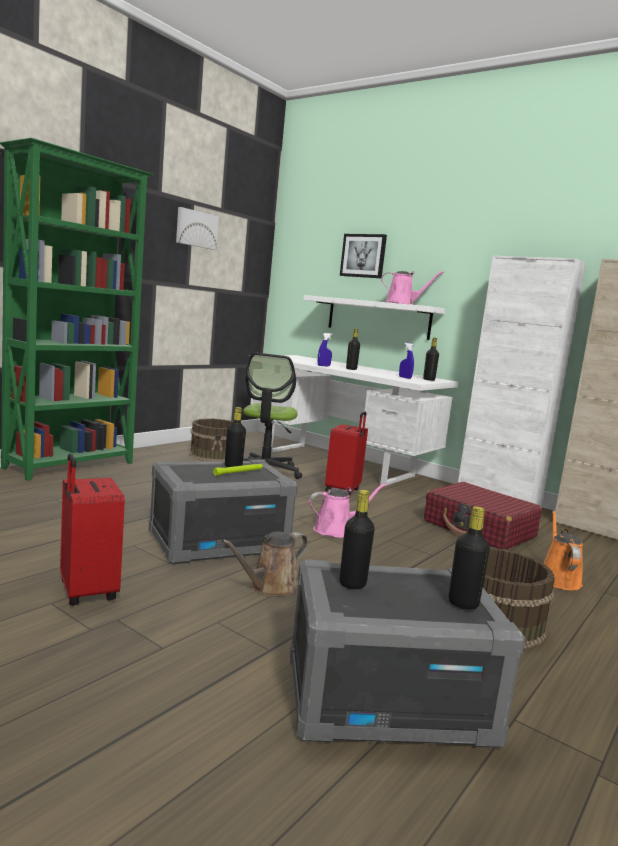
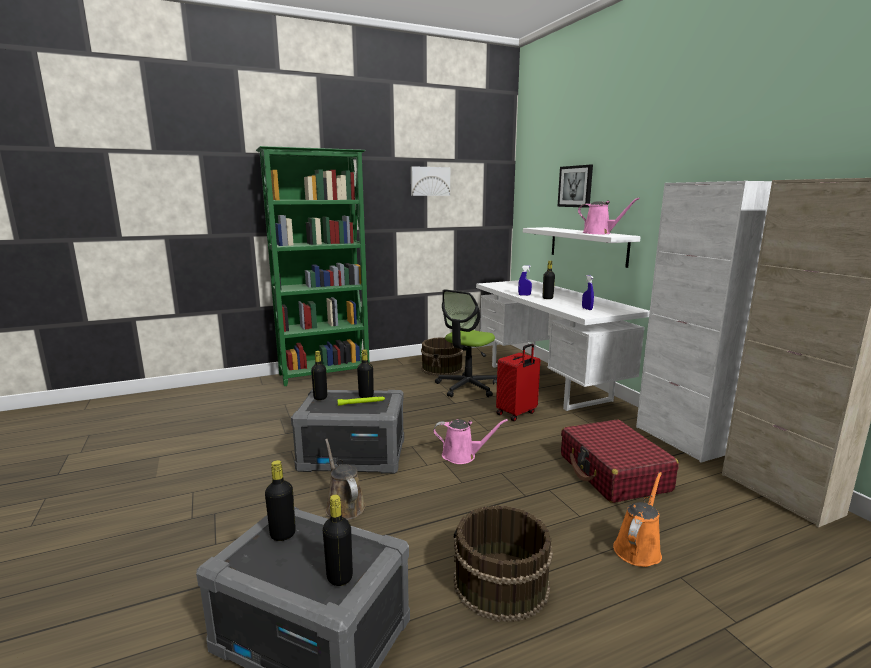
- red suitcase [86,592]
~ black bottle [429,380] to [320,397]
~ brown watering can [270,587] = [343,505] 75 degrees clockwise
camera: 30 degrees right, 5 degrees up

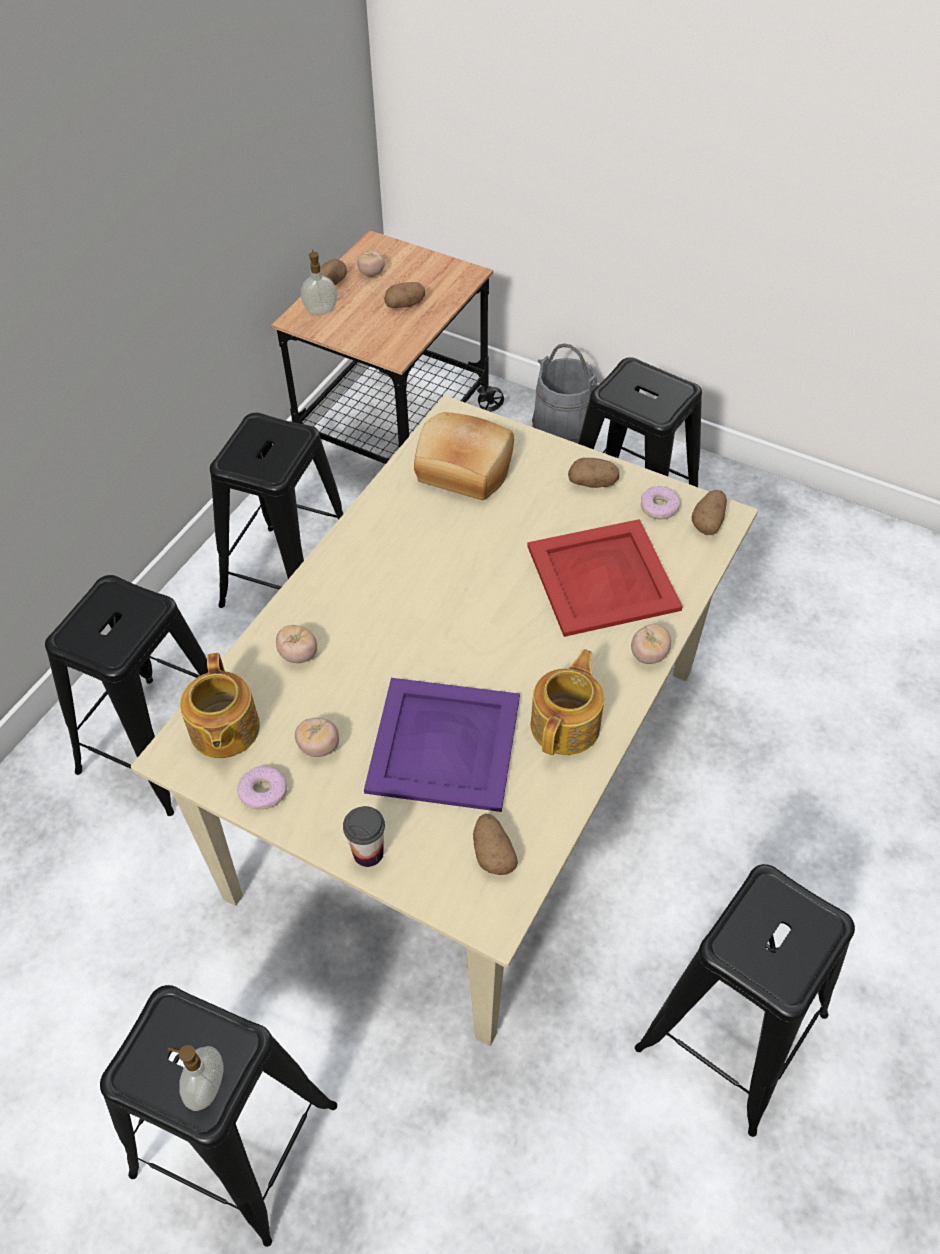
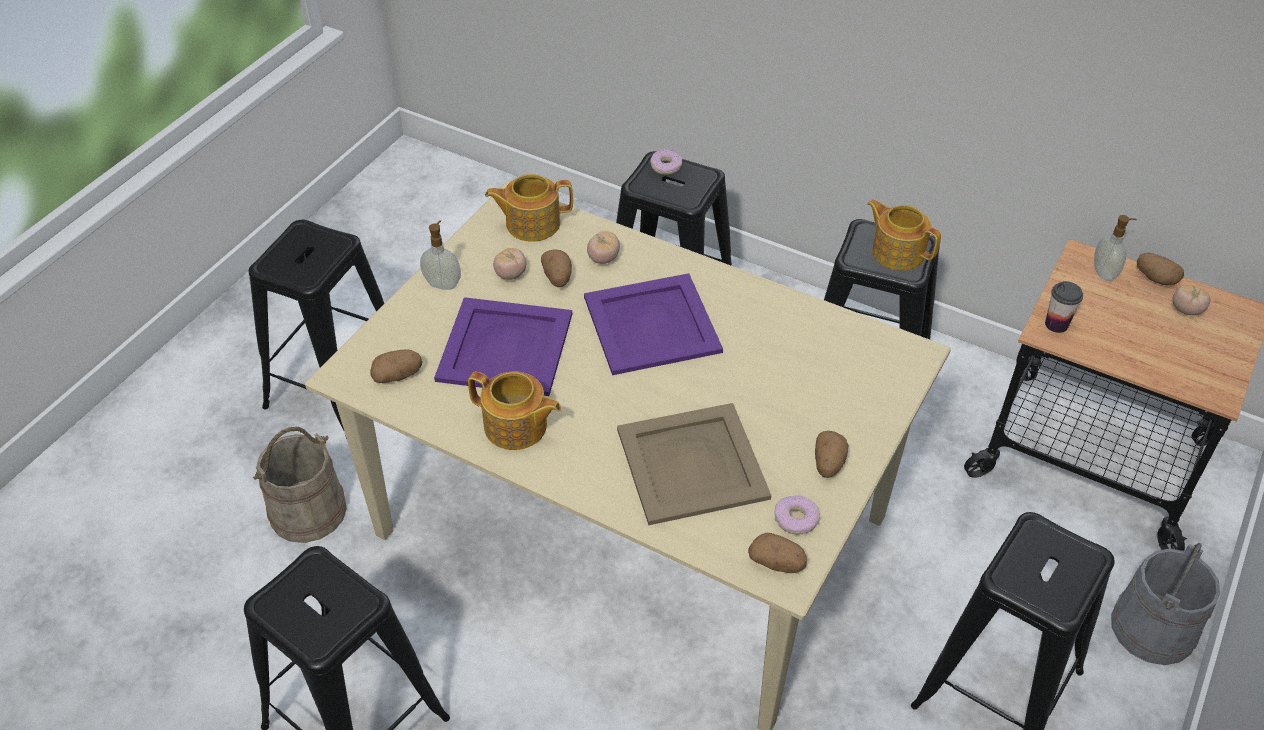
- bread [463,471]
- tomato [649,655]
+ beige bucket [307,511]
+ purple tray [653,325]
+ teapot [897,252]
~ soap dispenser [206,1087] to [443,283]
~ donut [263,791] to [666,166]
~ cup [368,853] to [1056,324]
~ potato [405,304] to [557,278]
~ red tray [602,579] to beige tray [690,463]
camera: 90 degrees right, 5 degrees down

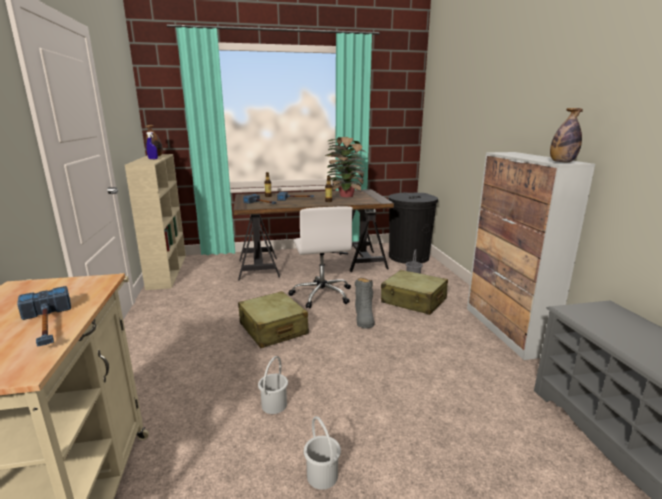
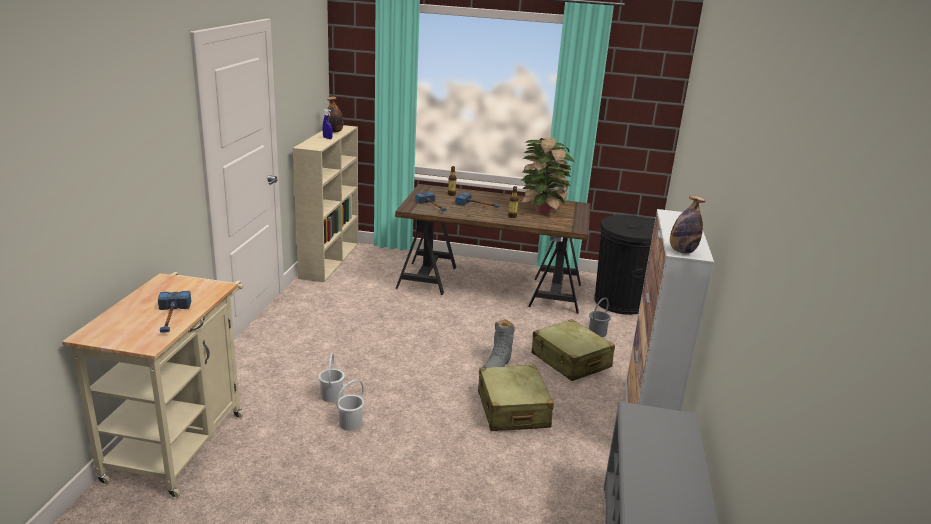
- white office chair [322,295]
~ beige suitcase [273,329] to [512,410]
~ white bucket [322,476] to [331,395]
camera: 20 degrees right, 5 degrees up

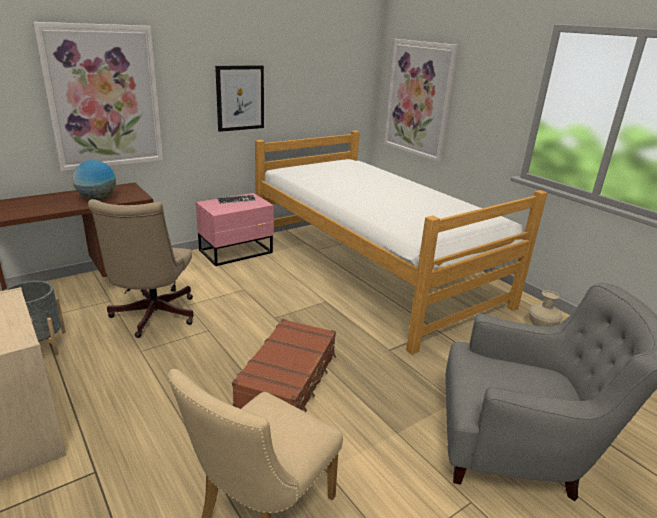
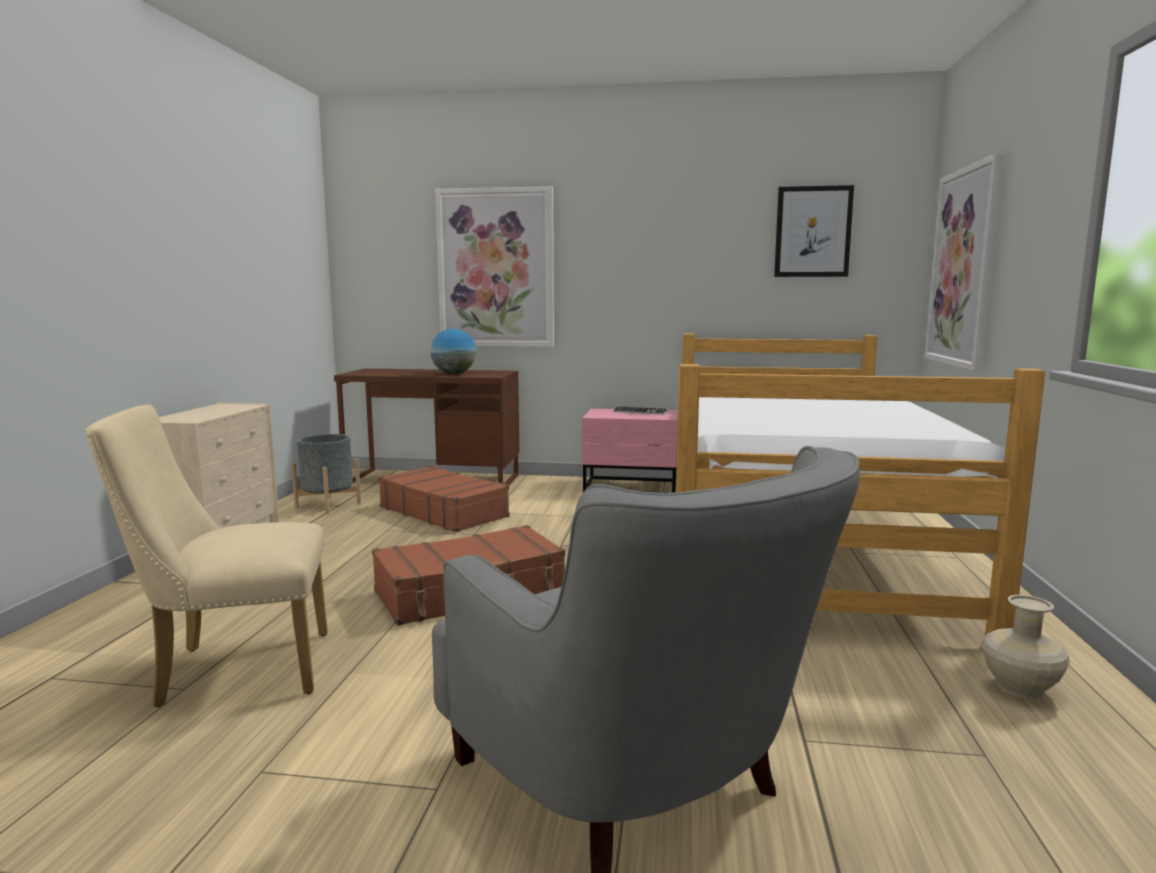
~ picture [240,98] to [813,232]
~ beige office chair [152,317] to brown suitcase [444,512]
camera: 45 degrees right, 15 degrees down

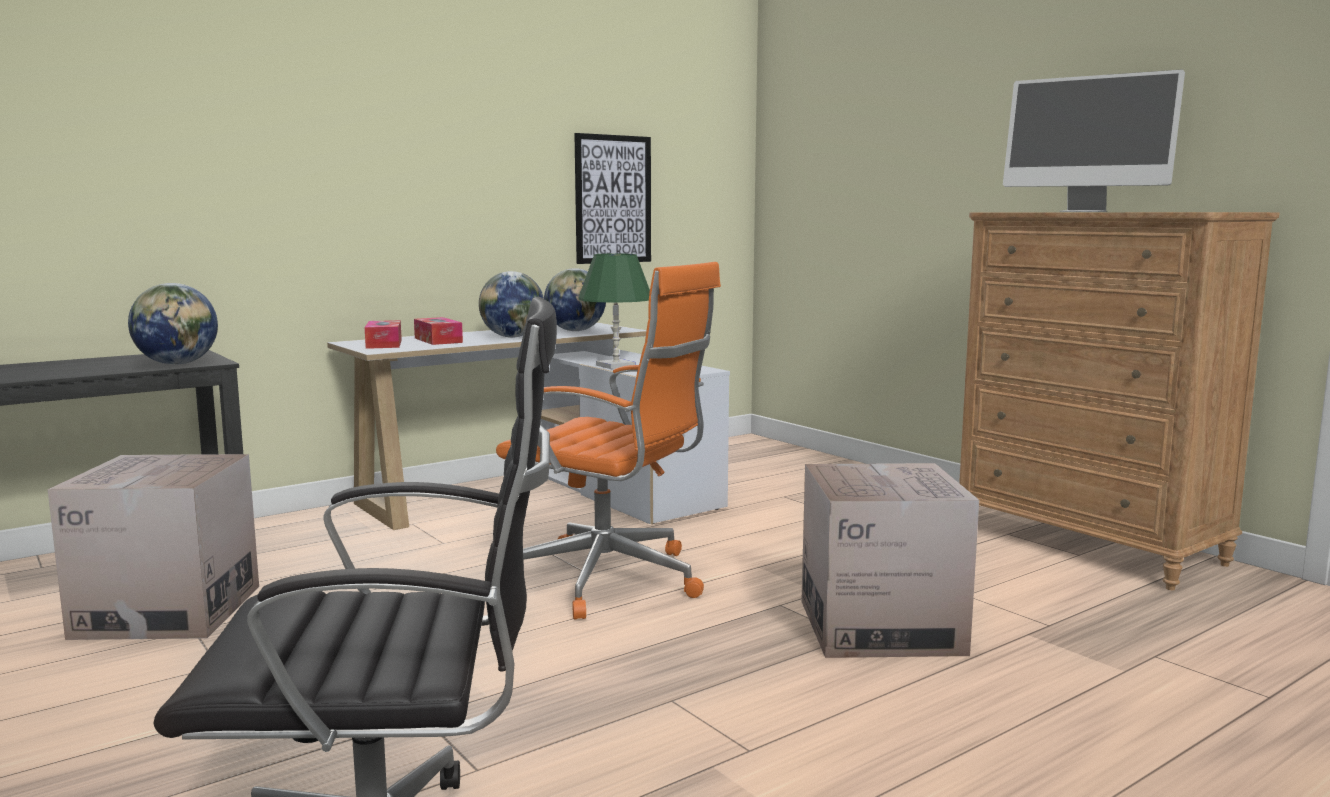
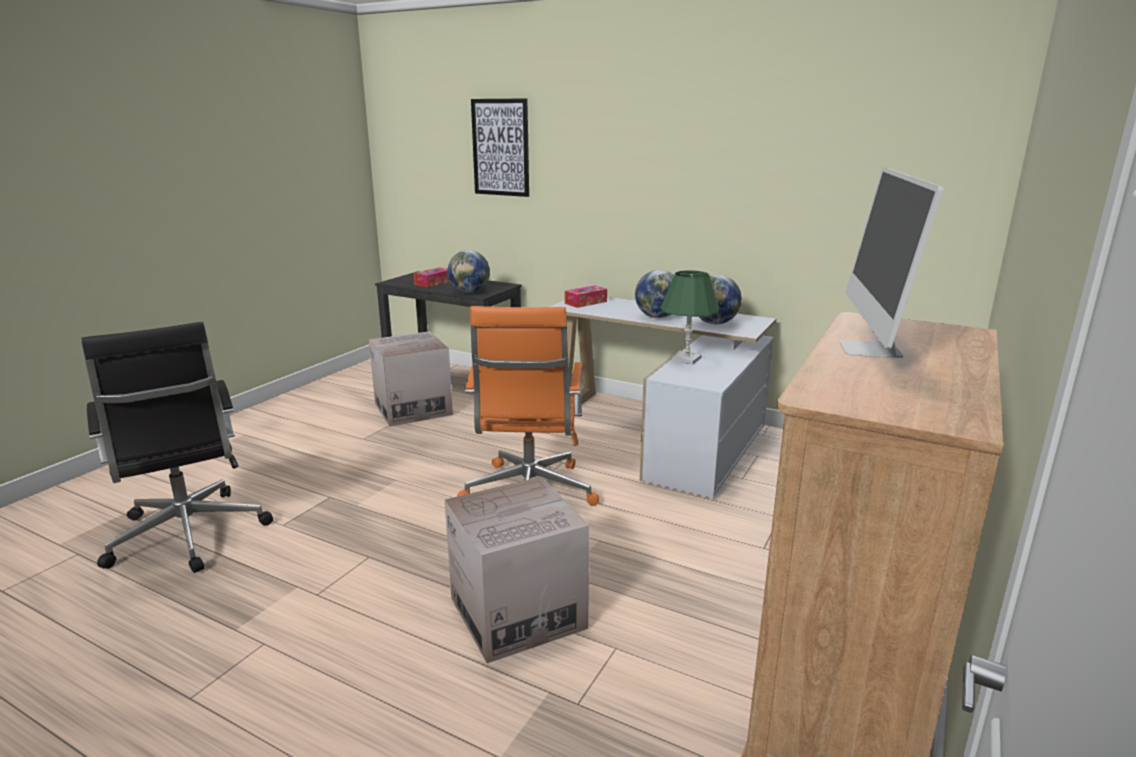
~ tissue box [438,340] to [433,283]
~ picture [613,199] to [500,147]
camera: 65 degrees right, 10 degrees up

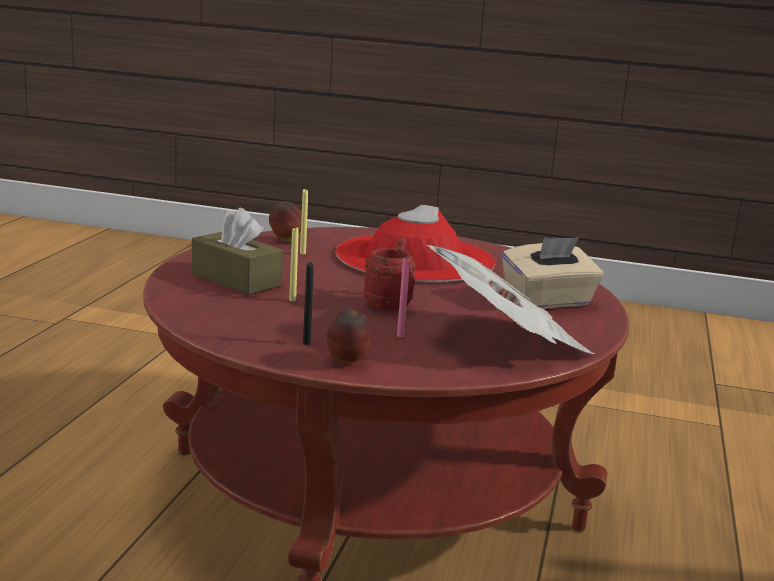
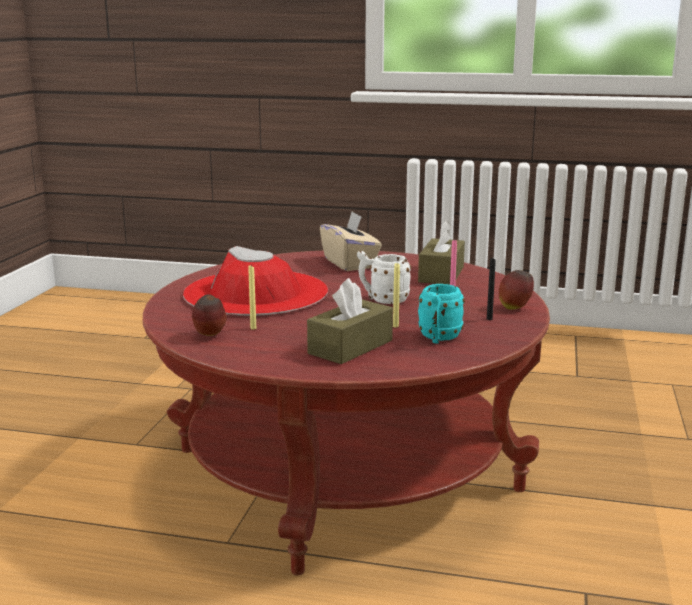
+ turquoise mug [438,338]
~ newspaper [507,342] to brown tissue box [441,274]
~ red mug [390,303] to white mug [383,300]
camera: 90 degrees left, 0 degrees up

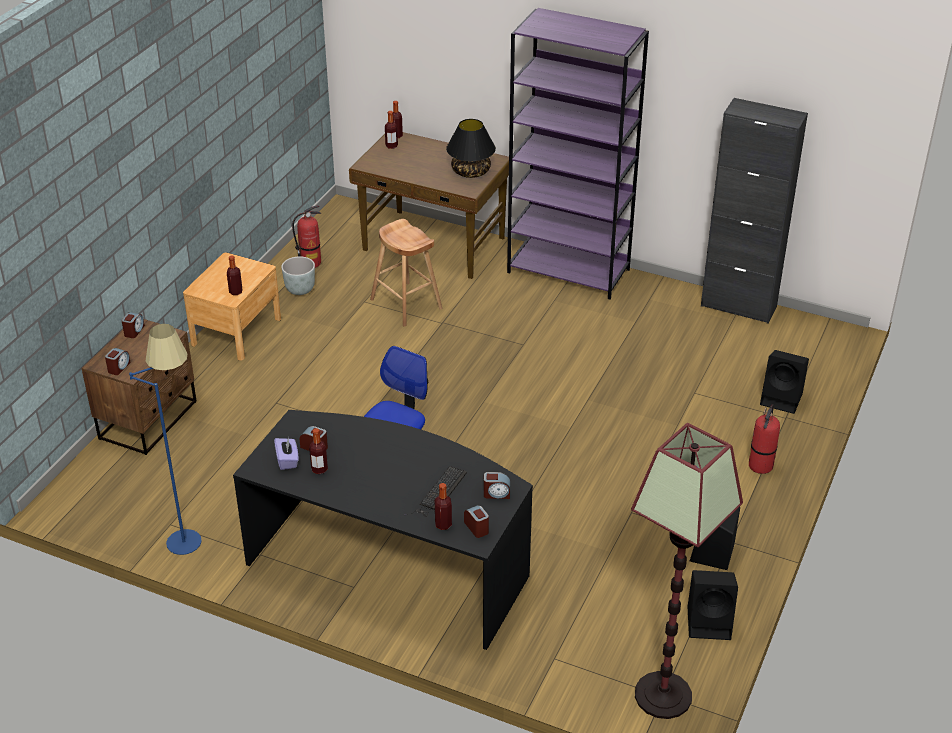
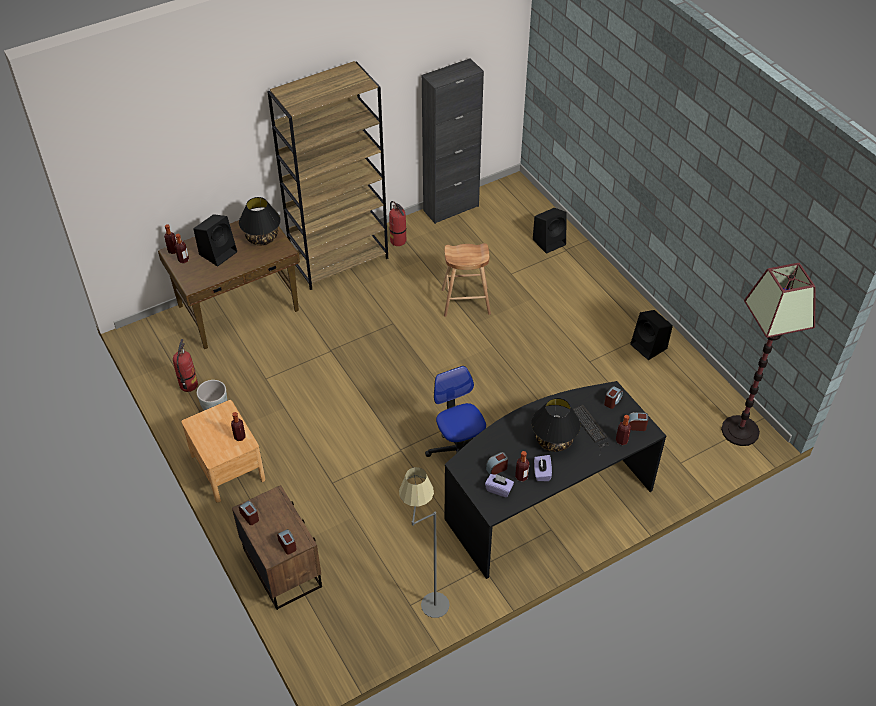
+ black table lamp [553,440]
+ purple tissue box [542,473]
~ brown stool [406,304] to [466,302]
~ black speaker [710,623] to [218,252]
~ fire extinguisher [761,466] to [398,241]
~ blue floor lamp [188,530] to grey floor lamp [425,597]
~ purple bookcase [569,271] to brown bookcase [340,260]
camera: 55 degrees left, 10 degrees up

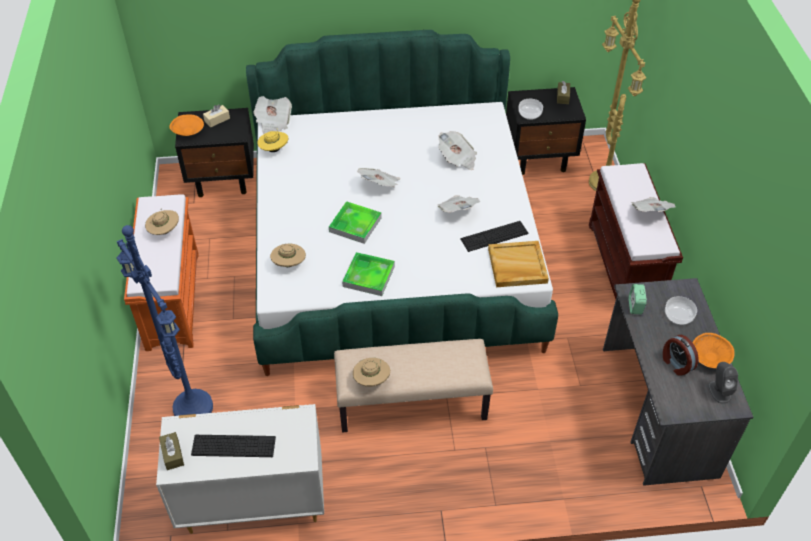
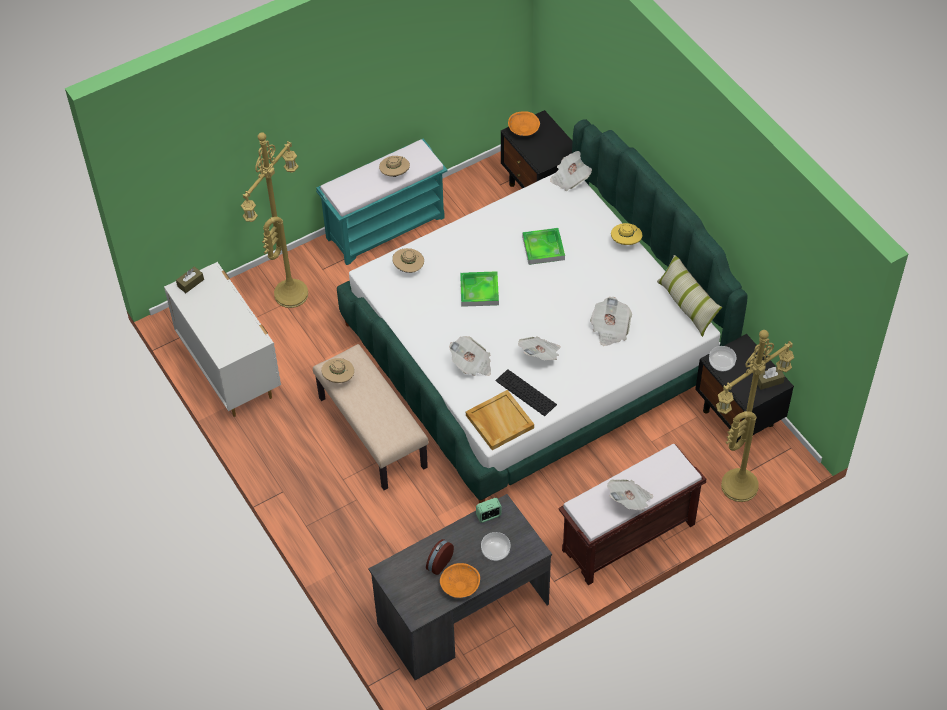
- keyboard [233,446]
- beige tissue box [217,120]
- grey speaker [719,391]
+ pillow [686,305]
~ yellow hat [274,149] to [626,242]
~ tray [368,276] to [543,248]
~ newspaper [380,185] to [471,364]
~ blue floor lamp [190,408] to yellow floor lamp [290,292]
~ orange bench [172,299] to turquoise bench [386,227]
camera: 65 degrees right, 5 degrees up

